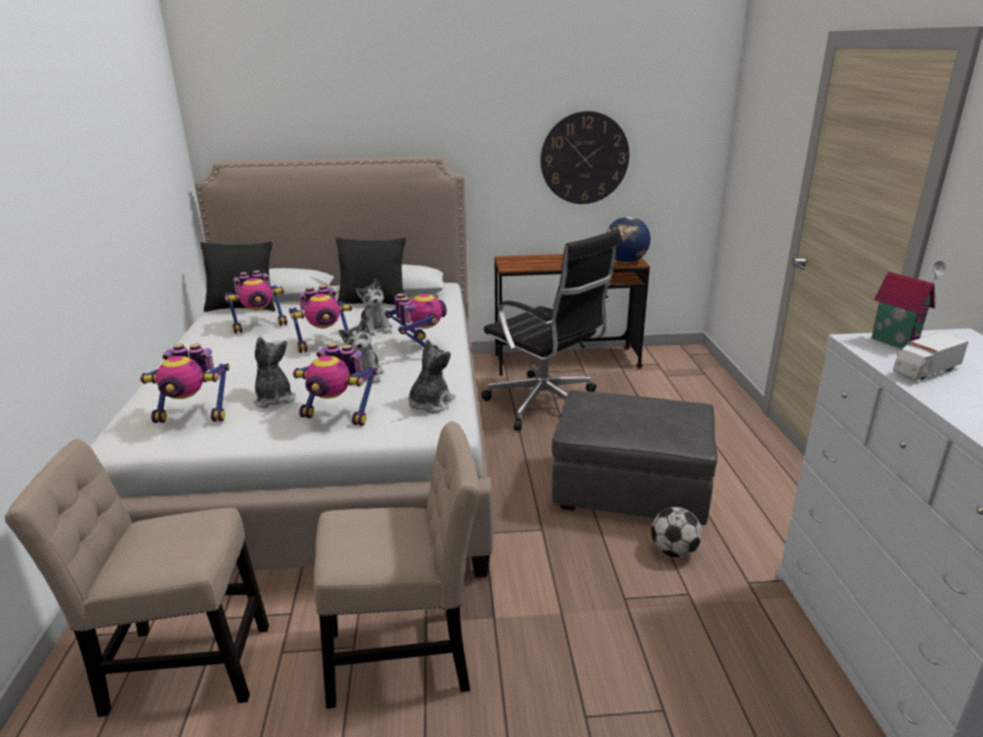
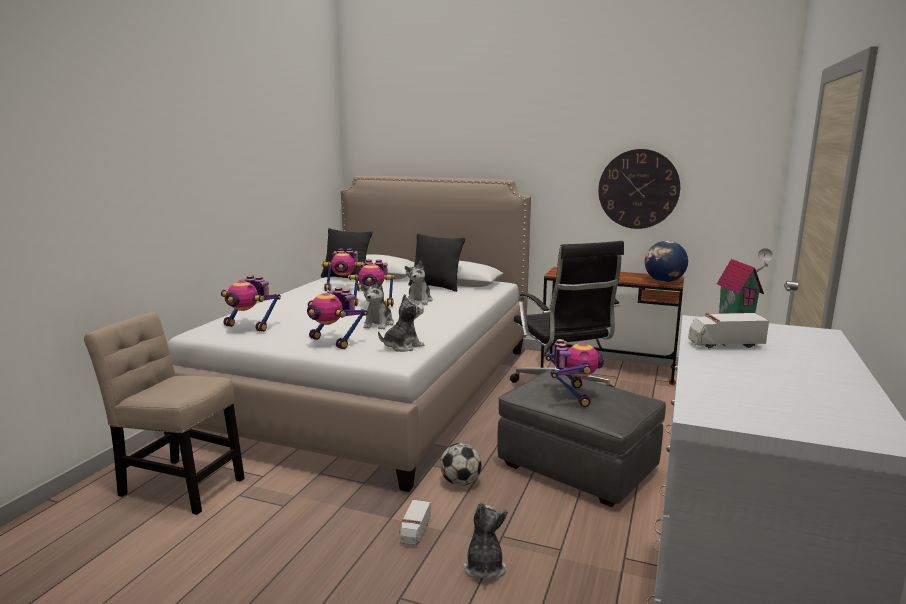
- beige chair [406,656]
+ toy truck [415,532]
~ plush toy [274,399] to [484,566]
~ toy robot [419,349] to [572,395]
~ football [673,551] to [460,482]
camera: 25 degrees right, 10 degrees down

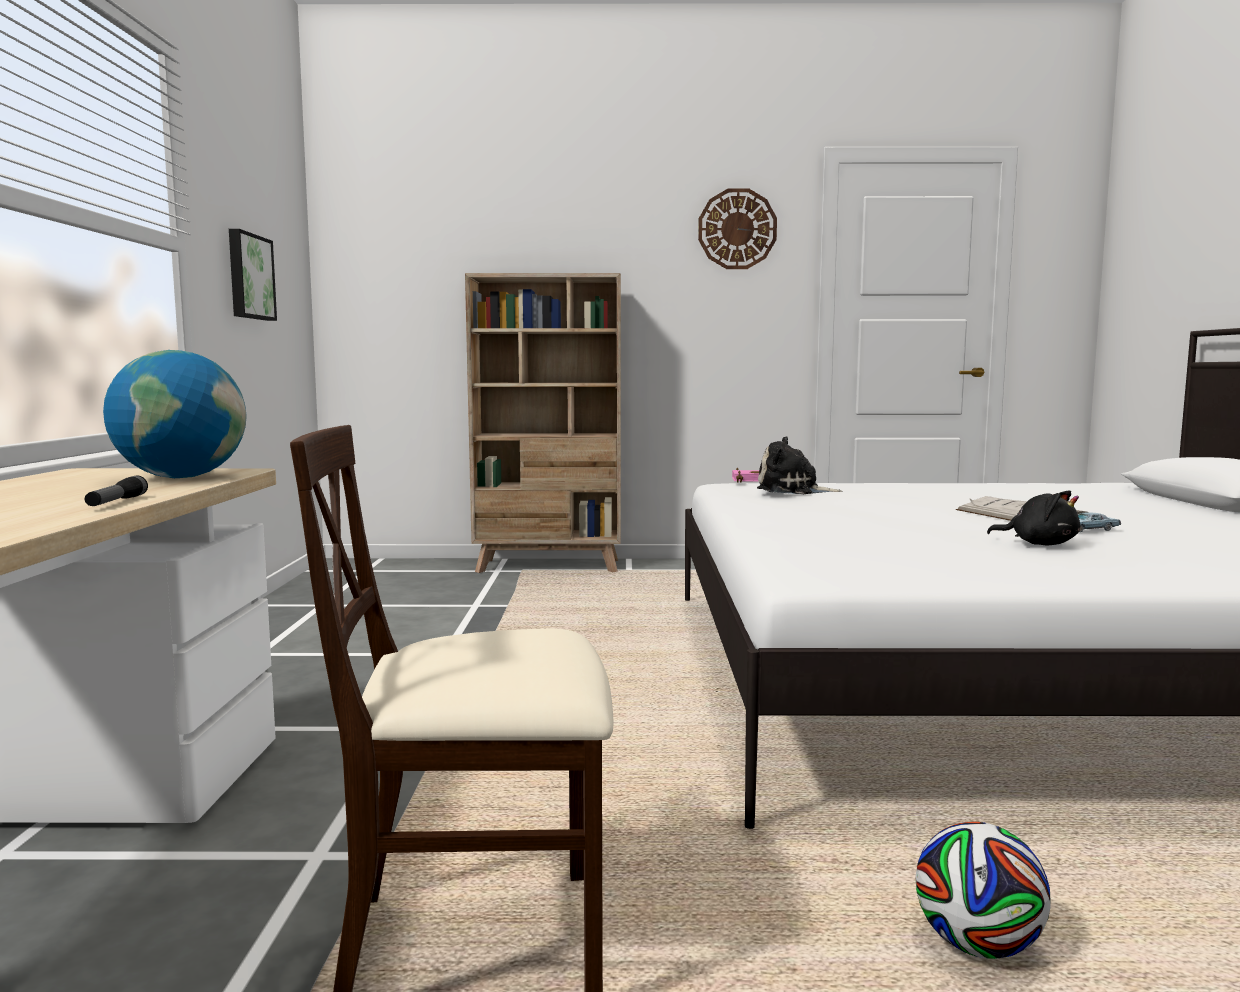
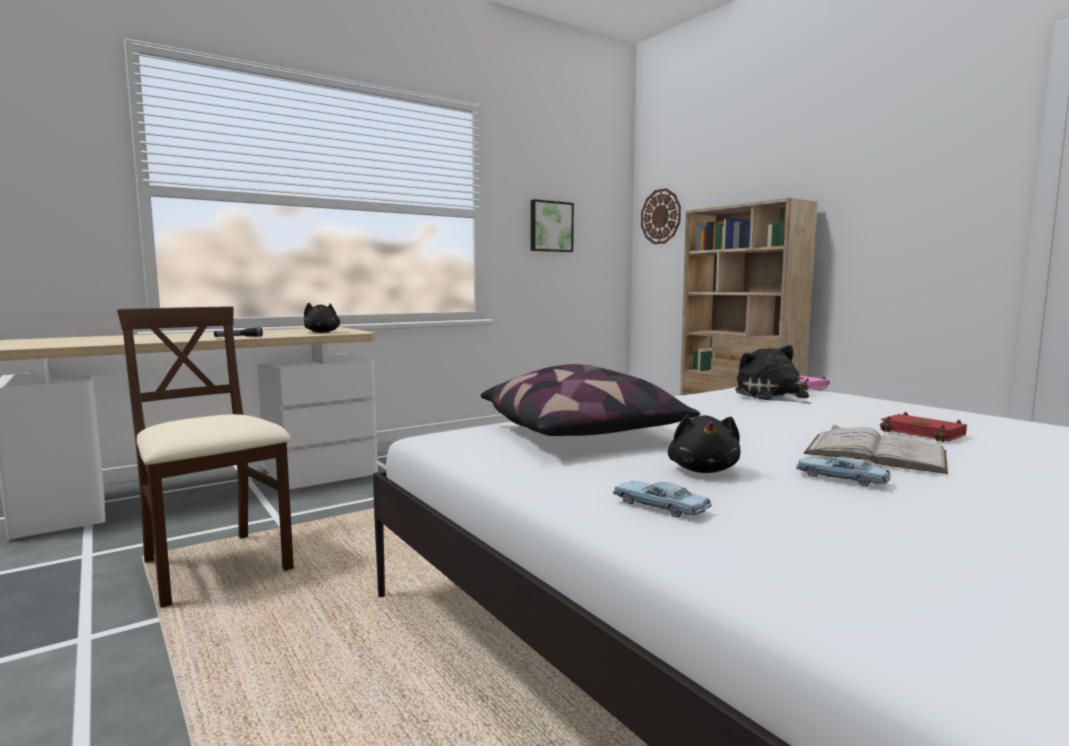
- football [977,945]
+ pillow [584,435]
+ blue toy car [660,507]
+ red book [925,433]
~ wall clock [737,229] to [661,216]
~ globe [181,477] to black plush toy [322,332]
camera: 55 degrees right, 0 degrees up

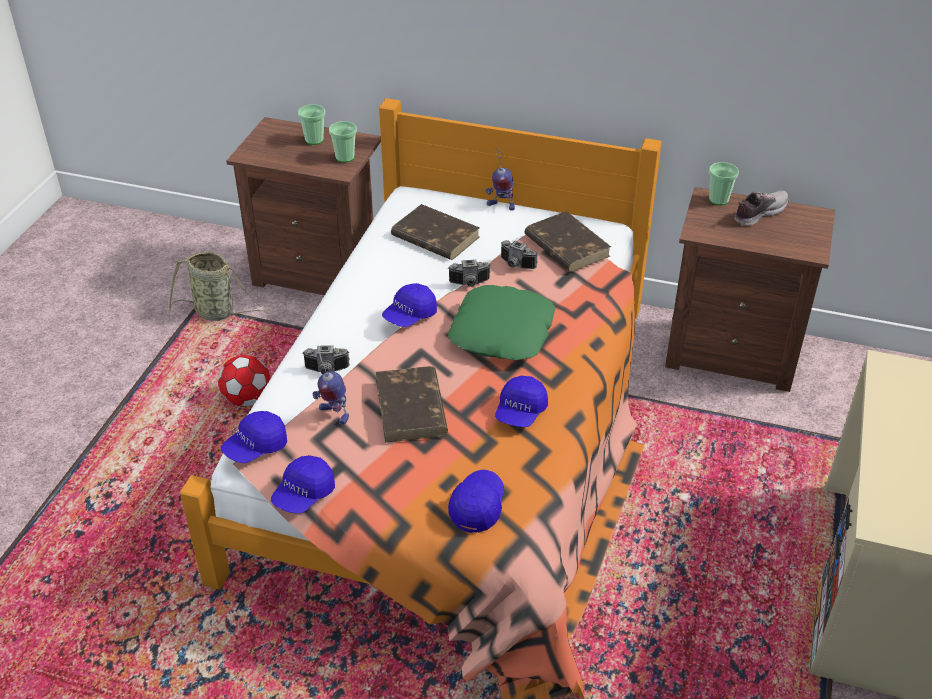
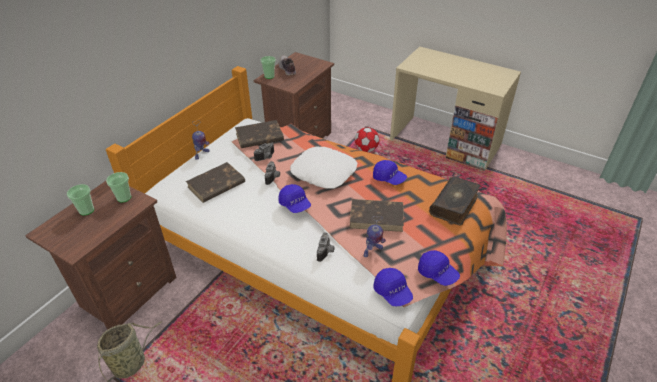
~ football [247,399] to [366,149]
~ blue cap [477,506] to book [454,205]
~ green pillow [503,332] to white pillow [324,172]
camera: 75 degrees left, 0 degrees up

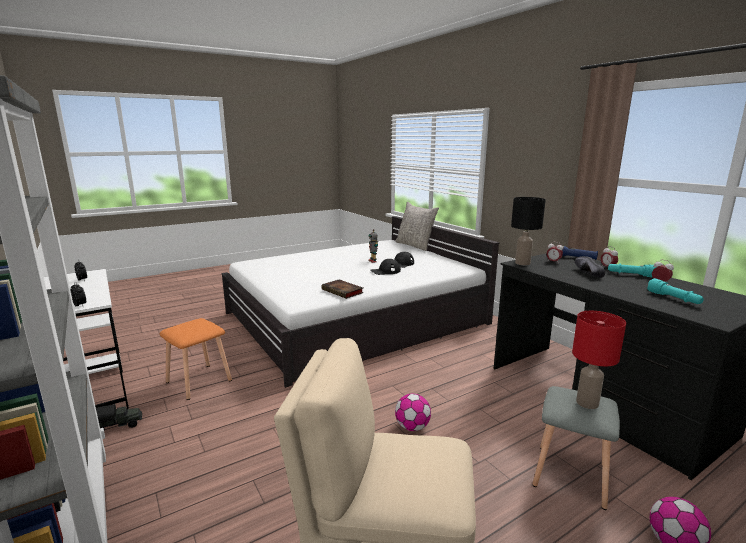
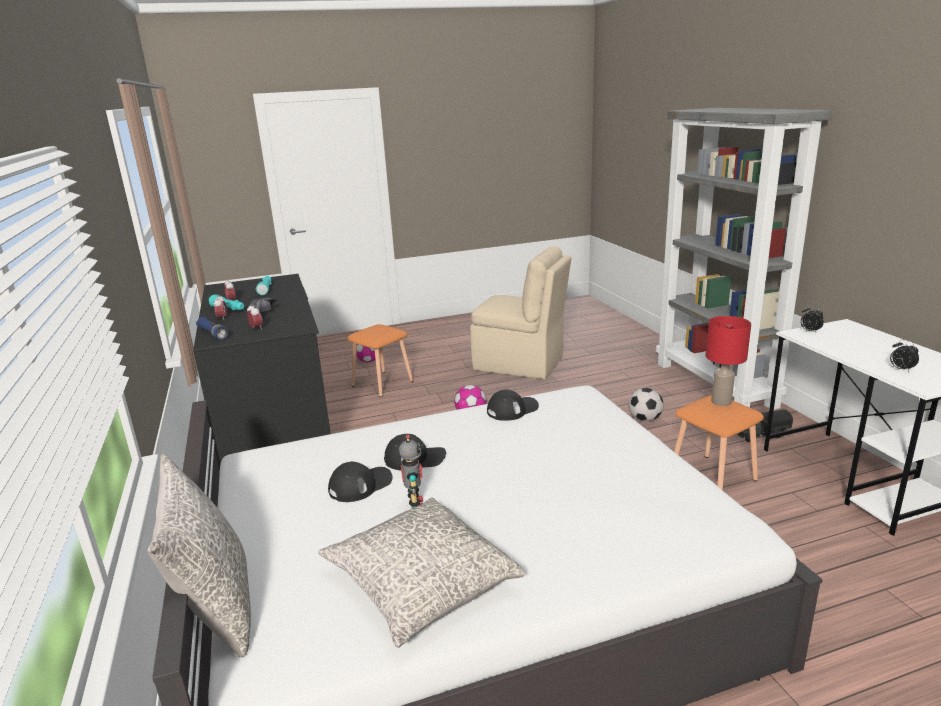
- black table lamp [522,263]
+ grey pillow [420,582]
+ football [645,419]
~ red table lamp [586,403] to [722,402]
~ book [343,291] to black cap [512,409]
~ grey stool [569,475] to orange stool [383,383]
camera: 165 degrees left, 5 degrees up

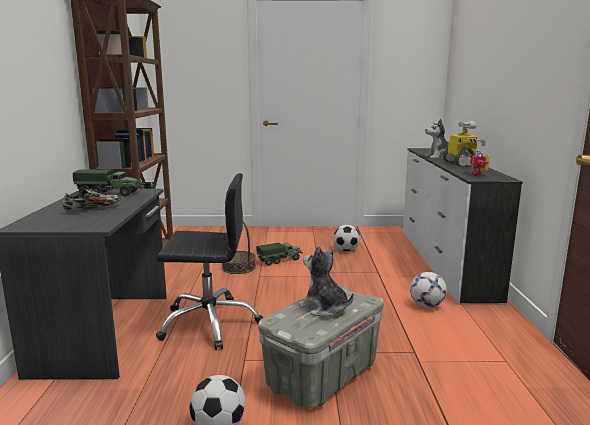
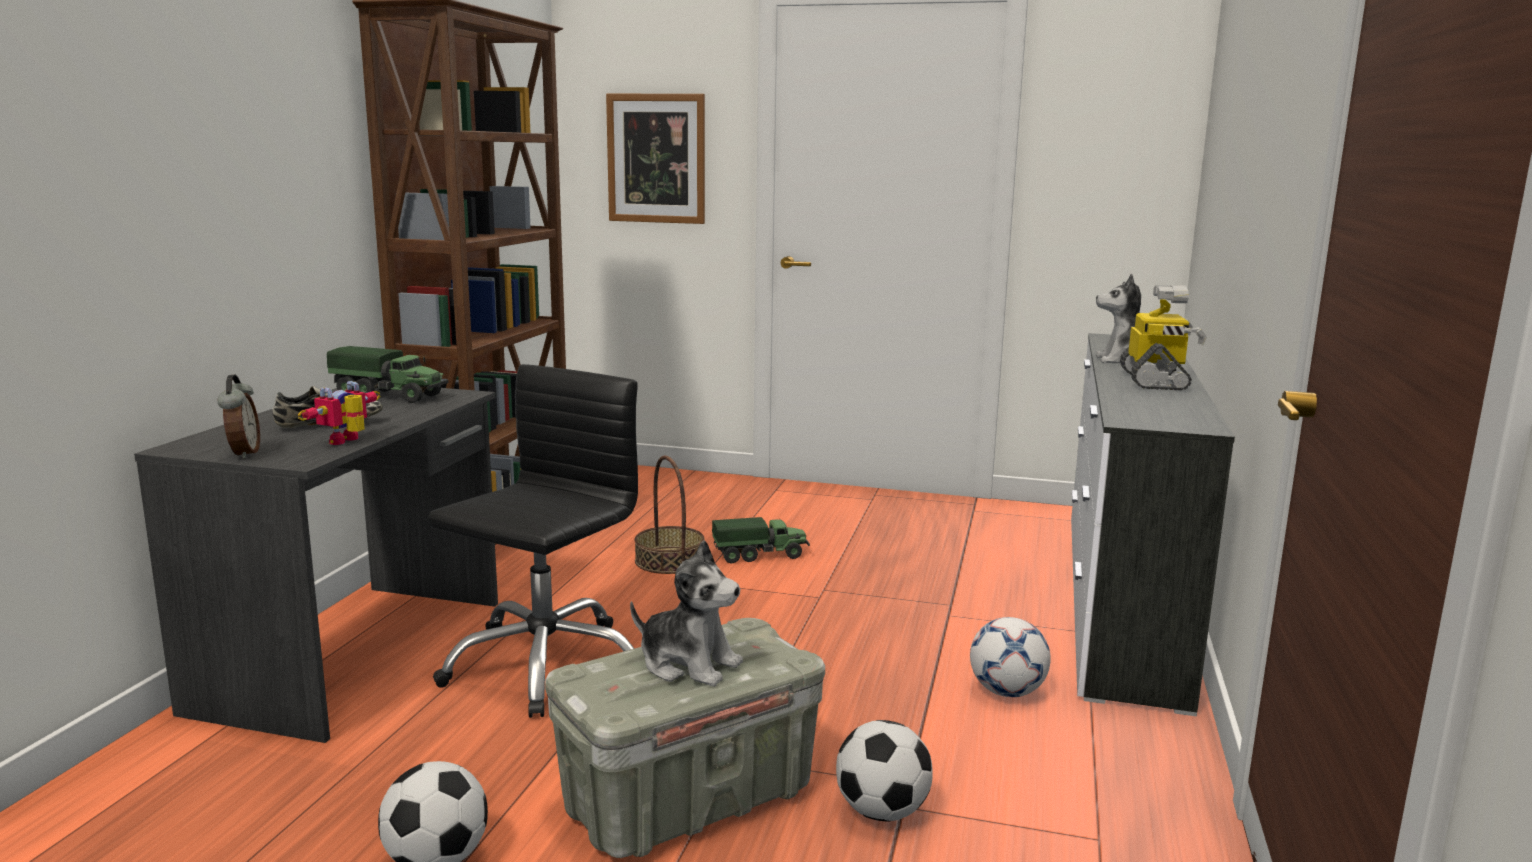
+ alarm clock [243,454]
+ picture [656,158]
~ football [346,250] to [881,812]
~ toy robot [479,175] to [348,441]
~ black office chair [209,323] = [544,664] 75 degrees counterclockwise
~ plush toy [324,308] = [689,664] 150 degrees clockwise
camera: 15 degrees right, 0 degrees up

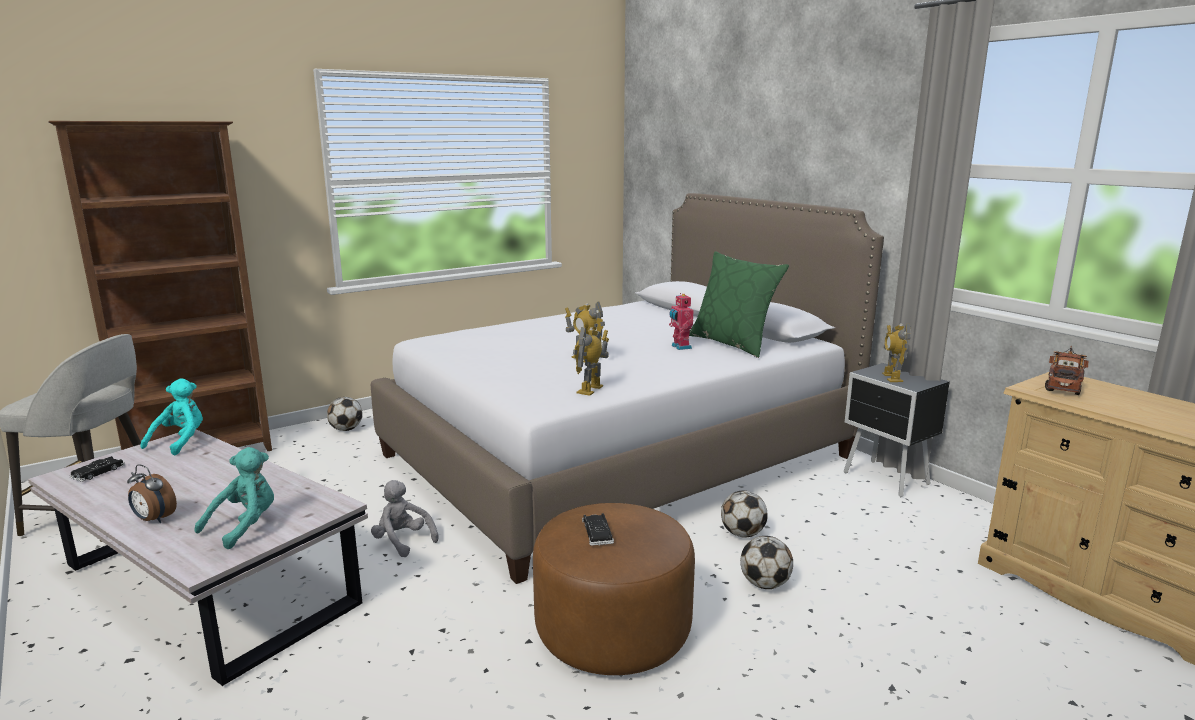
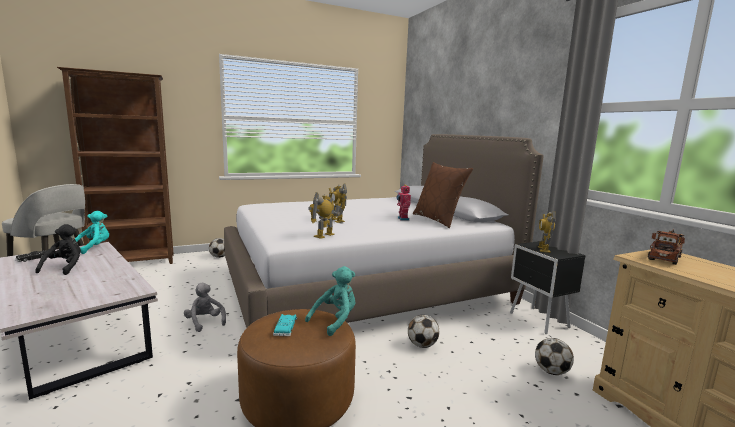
- alarm clock [154,519]
+ black plush toy [65,267]
~ turquoise plush toy [245,526] to [335,320]
~ football [764,584] to [551,371]
~ black toy car [597,533] to turquoise toy car [285,328]
~ green pillow [733,343] to brown pillow [438,220]
camera: 10 degrees right, 5 degrees down

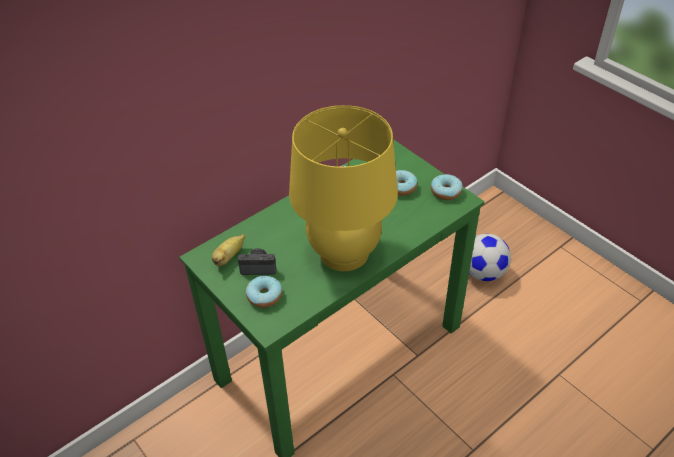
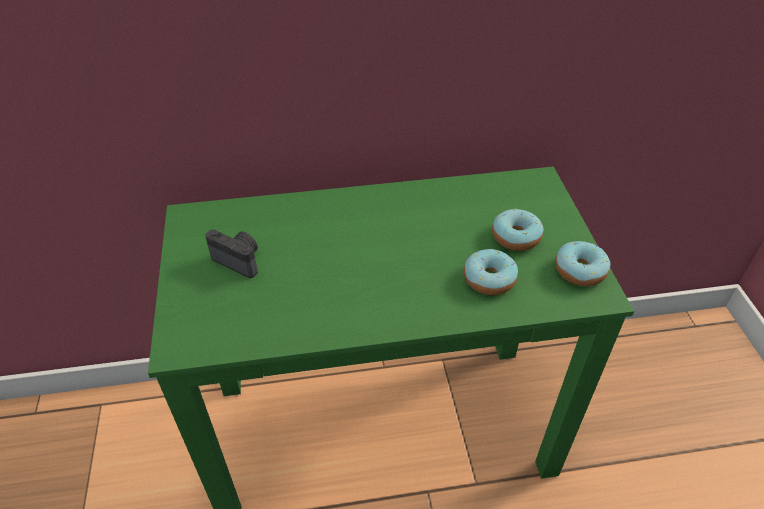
- banana [229,257]
- yellow table lamp [344,252]
- football [483,273]
~ donut [264,296] to [489,279]
camera: 30 degrees right, 0 degrees up

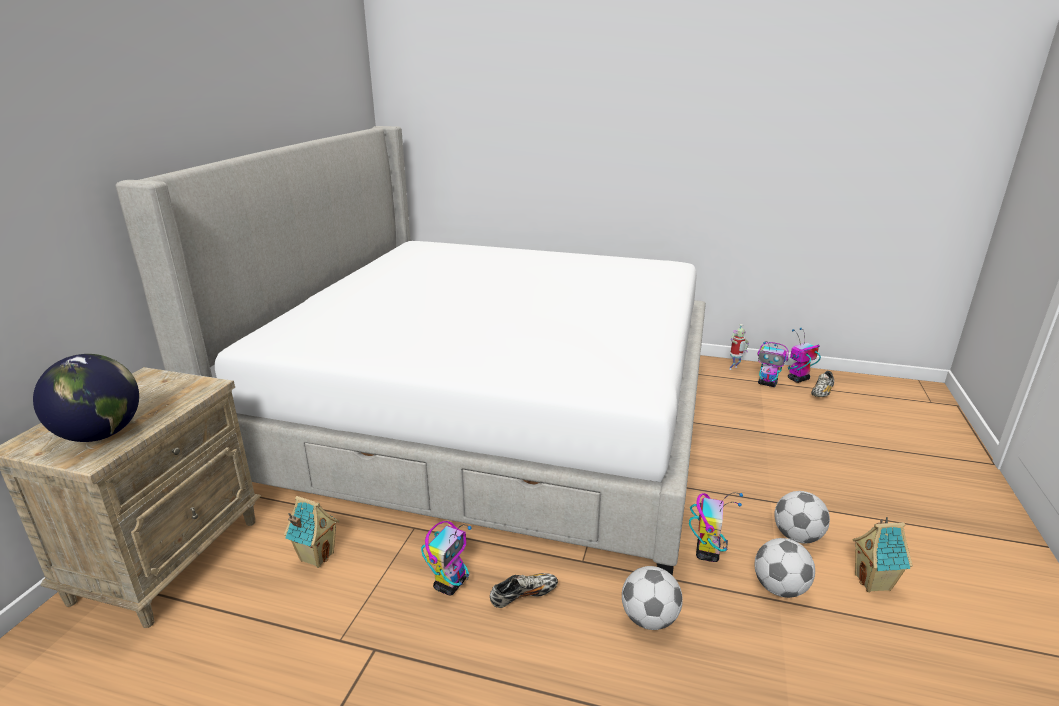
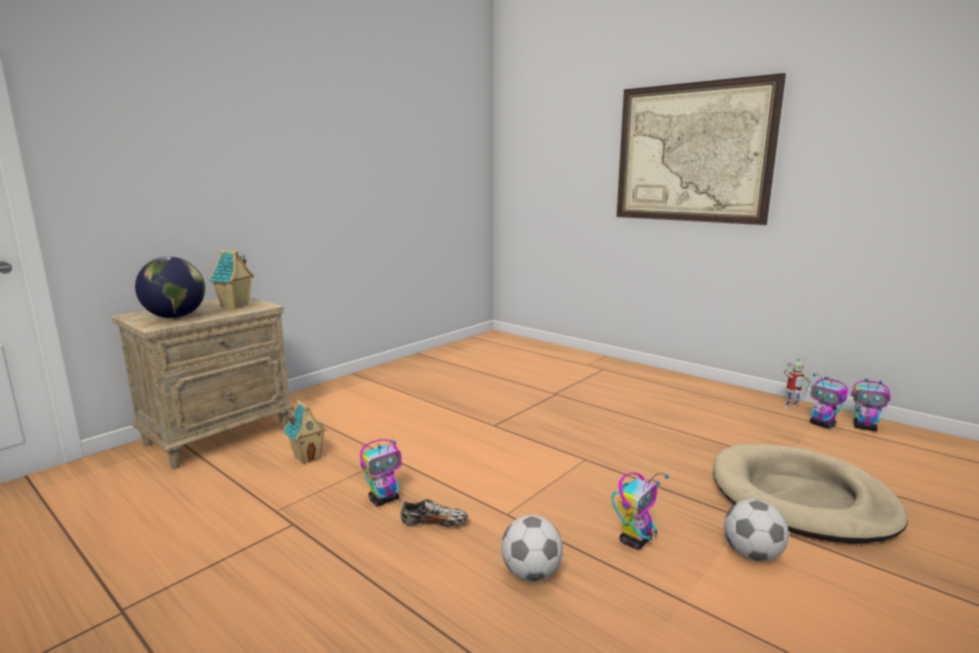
- bed [490,414]
- football [780,588]
- shoe [822,392]
+ picture [692,153]
+ beige dog bed [801,498]
~ toy house [873,582] to [235,306]
~ toy robot [798,379] = [865,427] 150 degrees counterclockwise
camera: 25 degrees right, 10 degrees down

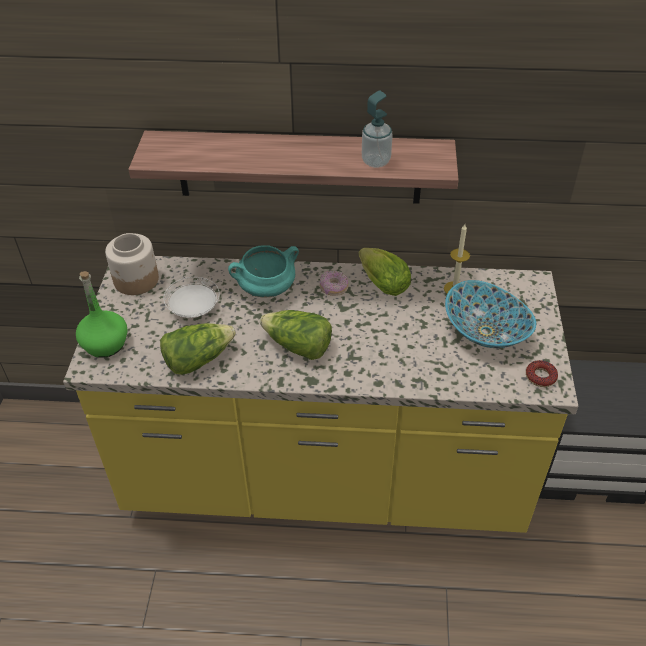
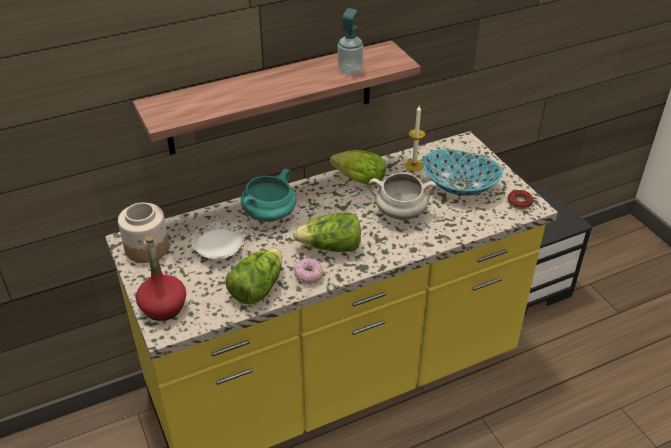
+ white cooking pot [399,213]
~ donut [333,288] to [308,276]
~ green bottle [105,344] to red bottle [163,307]
camera: 30 degrees left, 5 degrees down

